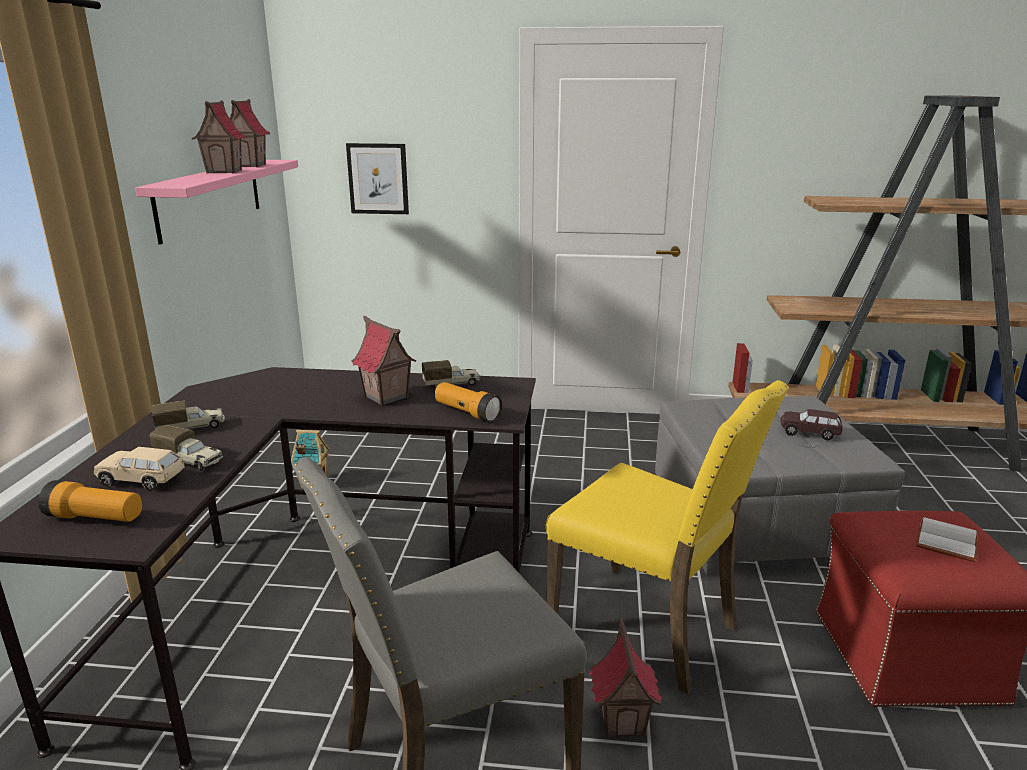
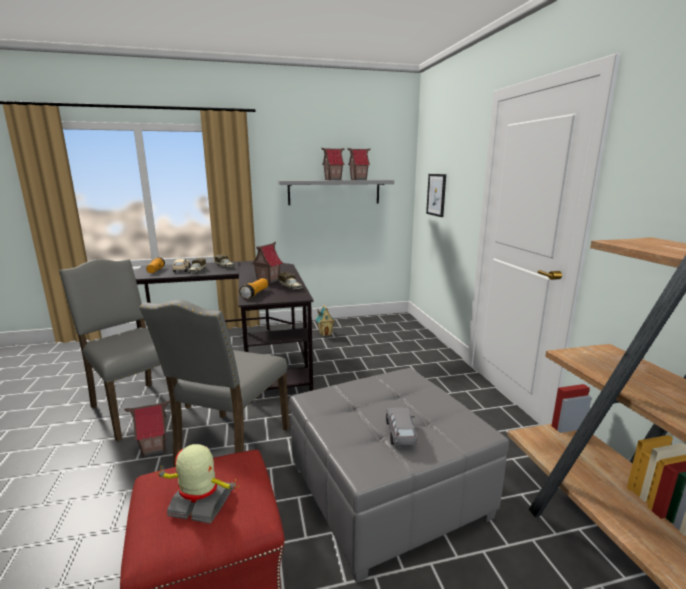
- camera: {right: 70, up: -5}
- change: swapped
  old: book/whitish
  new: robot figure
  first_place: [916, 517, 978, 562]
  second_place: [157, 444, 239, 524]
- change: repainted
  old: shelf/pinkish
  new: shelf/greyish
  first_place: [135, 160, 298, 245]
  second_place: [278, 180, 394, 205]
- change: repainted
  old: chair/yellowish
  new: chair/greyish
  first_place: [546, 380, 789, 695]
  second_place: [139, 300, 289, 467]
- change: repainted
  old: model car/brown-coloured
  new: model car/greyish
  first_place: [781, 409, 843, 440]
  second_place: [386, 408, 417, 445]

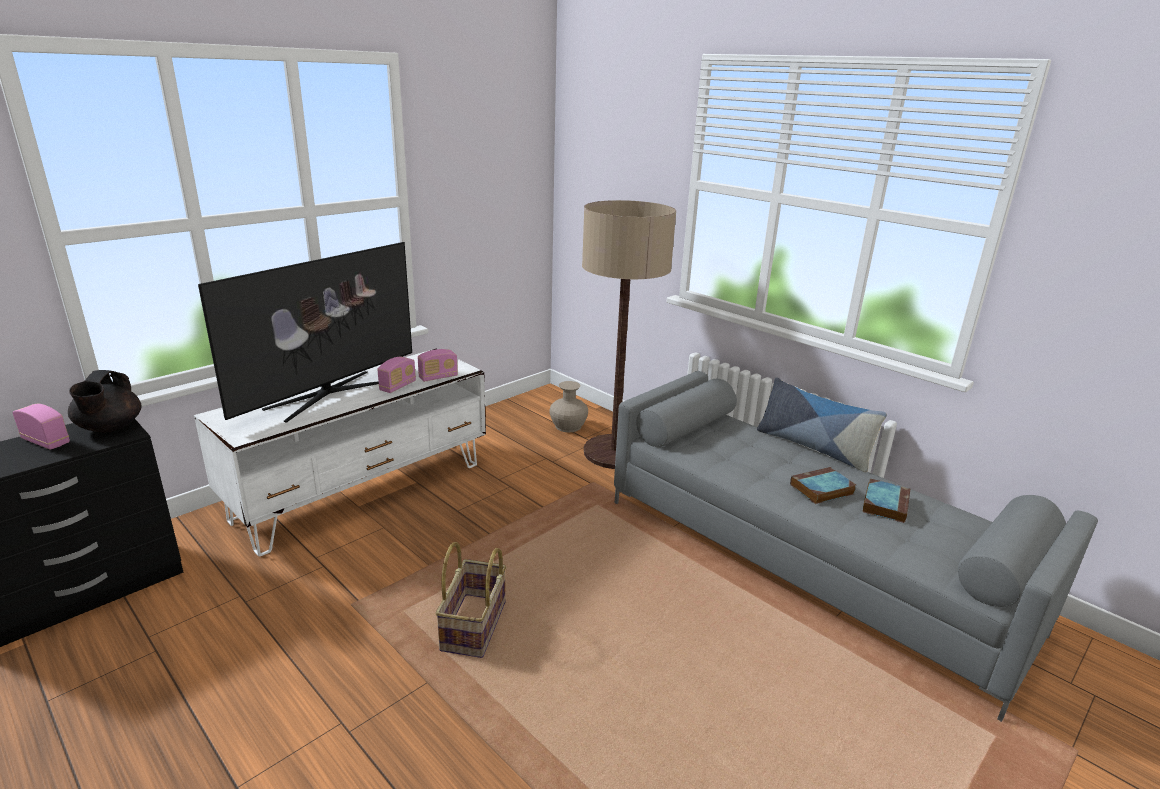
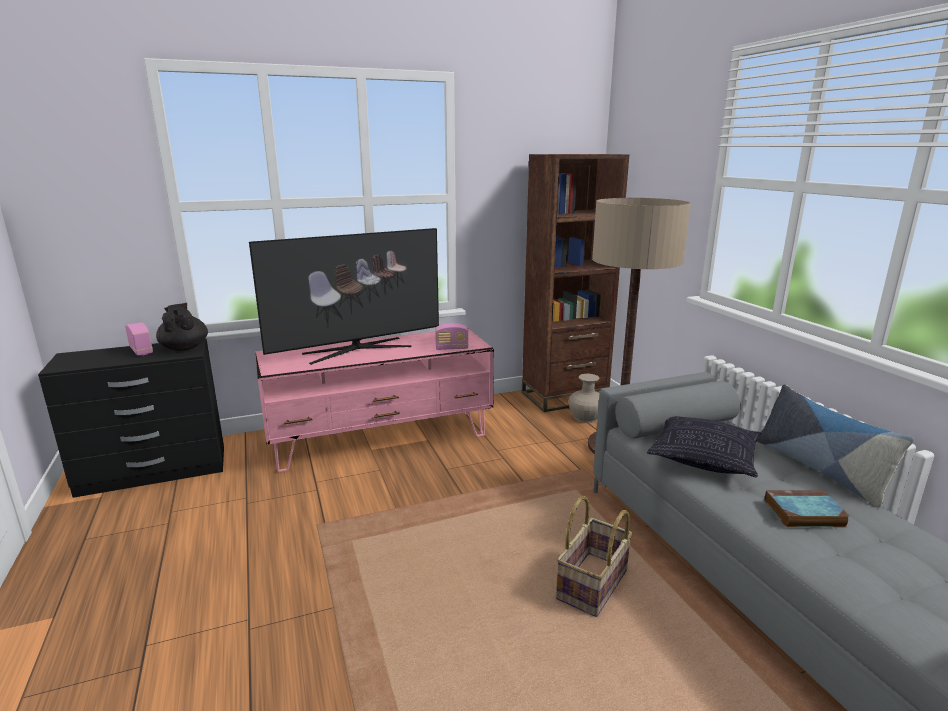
- camera: {right: 25, up: -5}
- change: gone
  old: radio receiver
  first_place: [377, 357, 416, 393]
- change: gone
  old: book
  first_place: [862, 479, 910, 523]
- change: new
  new: shelving unit/brown-coloured
  second_place: [522, 154, 629, 412]
- change: new
  new: cushion
  second_place: [647, 416, 761, 477]
- change: shifted
  old: storage basket
  first_place: [435, 542, 506, 658]
  second_place: [556, 496, 632, 617]
- change: repainted
  old: media console/whitish
  new: media console/pinkish
  first_place: [194, 349, 486, 557]
  second_place: [256, 328, 494, 472]
- change: rotated
  old: pot for tea/black
  first_place: [68, 370, 141, 432]
  second_place: [156, 303, 208, 351]
  degrees: 135

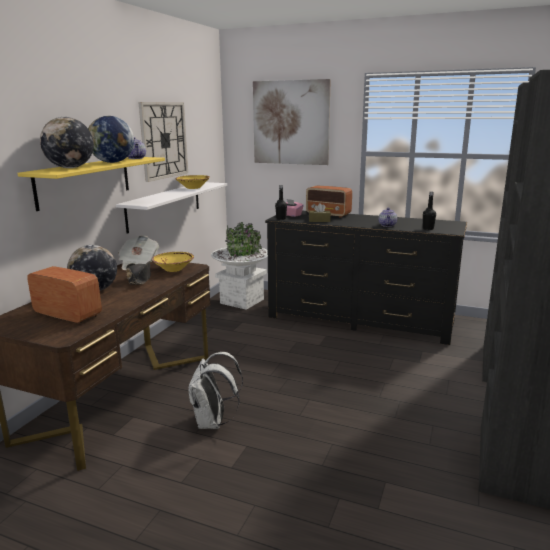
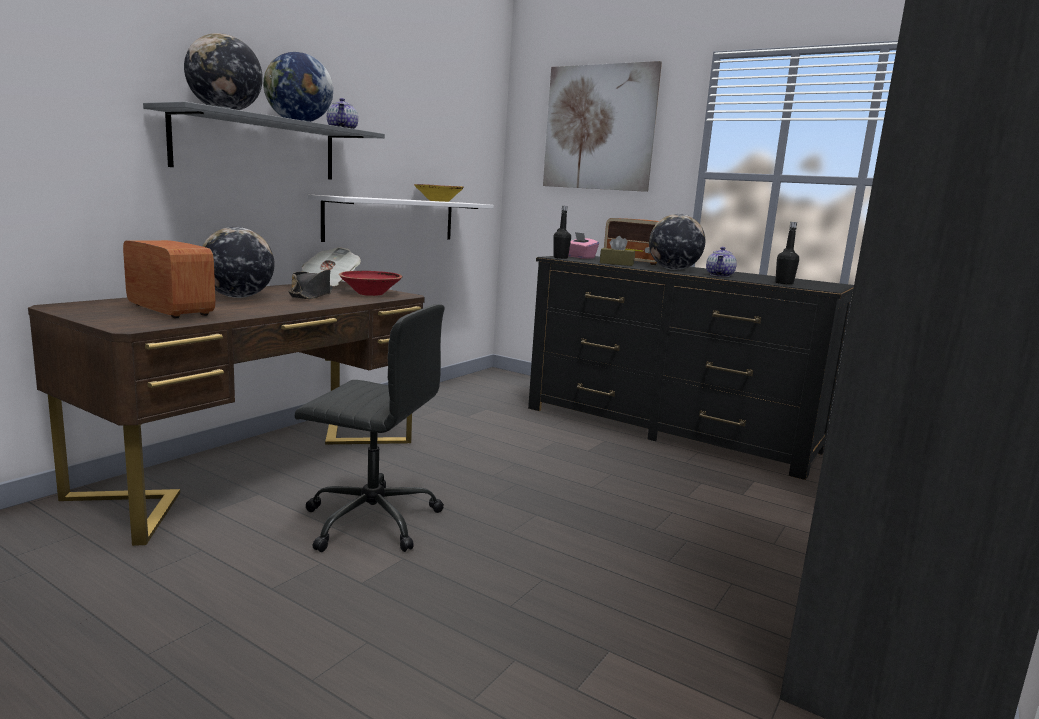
- camera: {right: 10, up: -5}
- change: gone
  old: clock on the wall
  first_place: [138, 102, 188, 182]
- change: gone
  old: planter/whitish
  first_place: [211, 222, 268, 310]
- change: new
  new: globe
  second_place: [649, 214, 705, 270]
- change: swapped
  old: knapsack/whitish
  new: computer chair/black
  first_place: [188, 352, 243, 429]
  second_place: [295, 304, 445, 552]
- change: repainted
  old: shelf/yellowish
  new: shelf/greyish
  first_place: [17, 157, 165, 211]
  second_place: [143, 102, 385, 180]
- change: repainted
  old: bowl/yellowish
  new: bowl/red-coloured
  first_place: [152, 252, 194, 272]
  second_place: [339, 271, 403, 296]

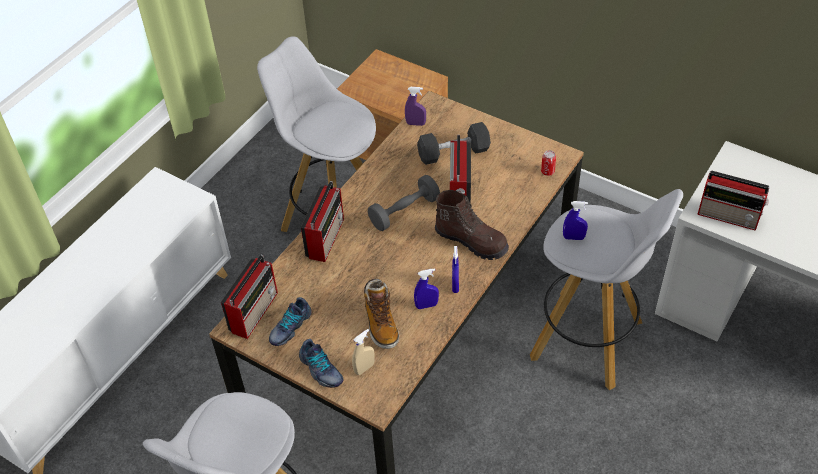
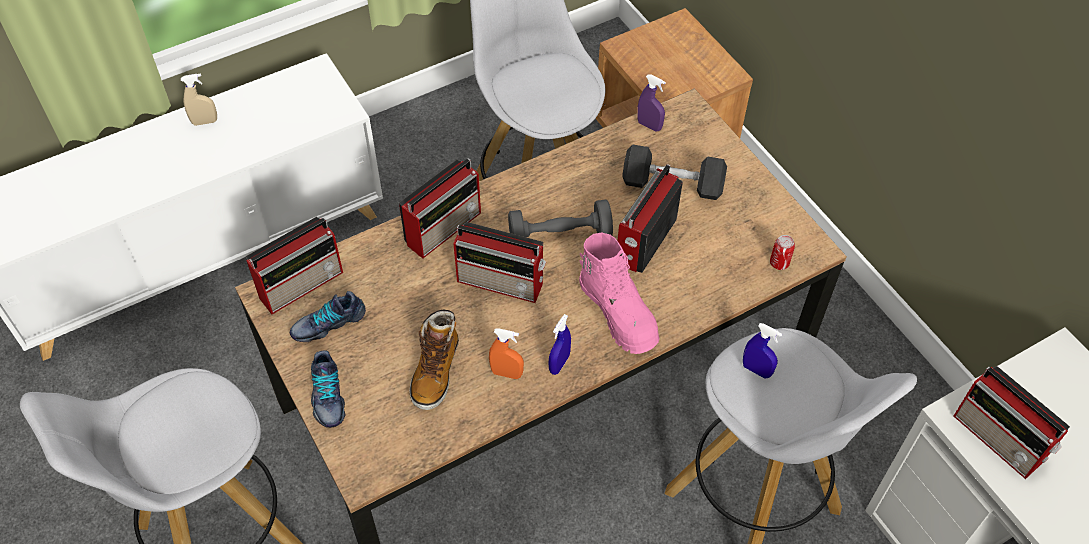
- camera: {right: 25, up: 5}
- change: new
  new: radio receiver
  second_place: [454, 222, 546, 303]
- change: shifted
  old: hand sprayer/beige-coloured
  first_place: [352, 329, 375, 375]
  second_place: [181, 74, 217, 126]
- change: repainted
  old: hand sprayer/blue
  new: hand sprayer/orange
  first_place: [414, 268, 439, 309]
  second_place: [489, 329, 524, 379]
- change: repainted
  old: high-top boot/brown-coloured
  new: high-top boot/pinkish
  first_place: [435, 190, 509, 260]
  second_place: [579, 233, 659, 354]

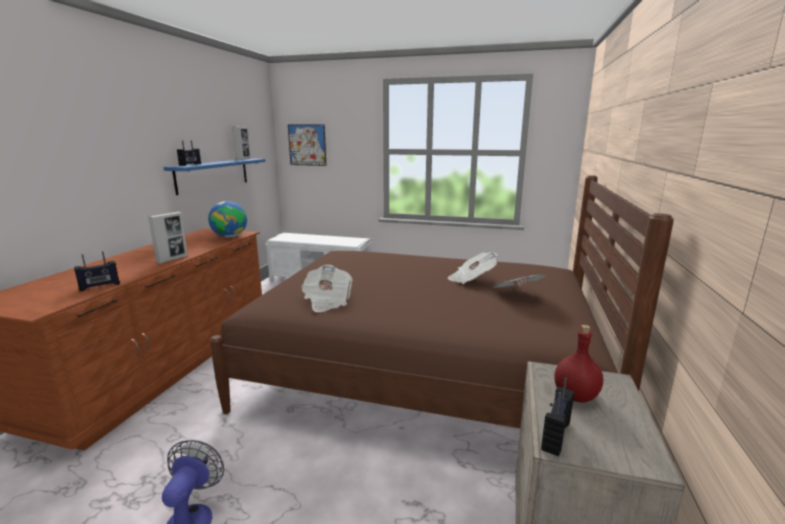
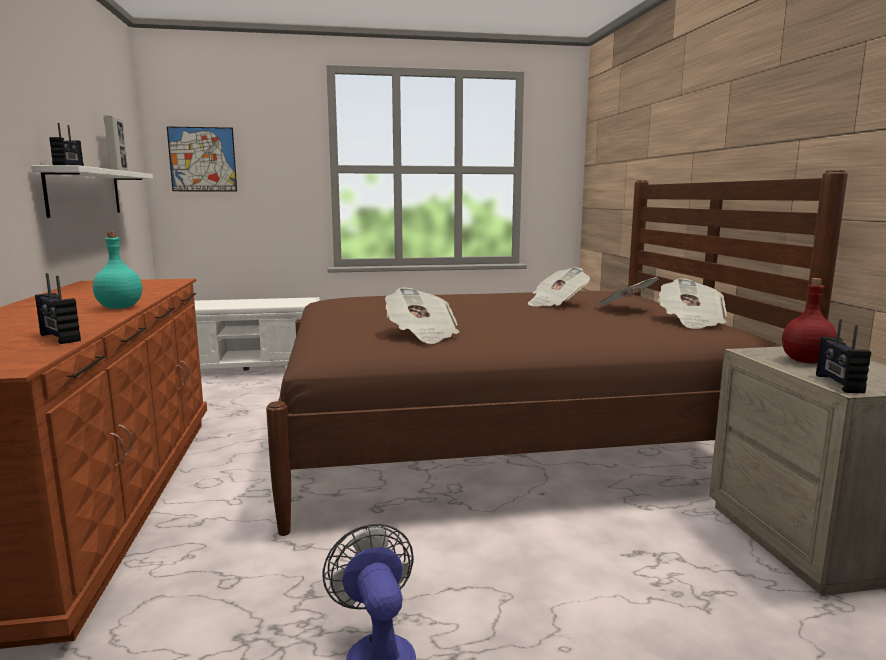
- camera: {right: -25, up: -5}
- change: gone
  old: globe
  first_place: [208, 201, 247, 237]
- change: new
  new: printed paper
  second_place: [658, 278, 727, 329]
- change: swapped
  old: picture frame
  new: drink bottle/blue-green
  first_place: [148, 212, 188, 264]
  second_place: [93, 232, 142, 309]
- change: repainted
  old: shelf/blue
  new: shelf/whitish
  first_place: [163, 159, 266, 195]
  second_place: [31, 165, 153, 218]
- change: rotated
  old: radio receiver
  first_place: [74, 251, 120, 291]
  second_place: [35, 273, 81, 344]
  degrees: 105

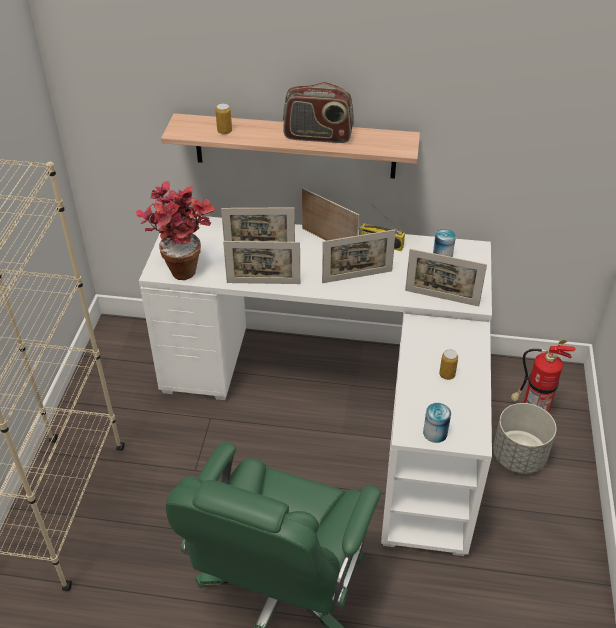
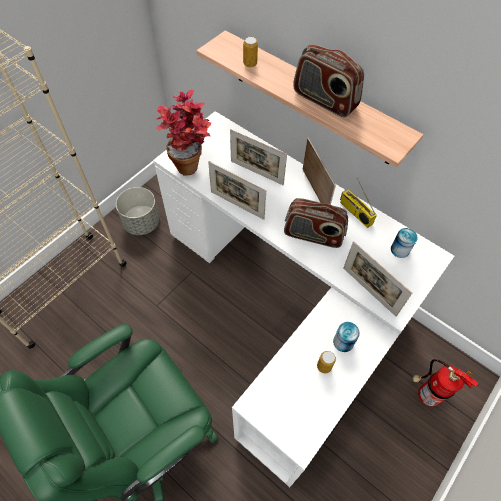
- camera: {right: 30, up: 15}
- change: shifted
  old: metal can
  first_place: [423, 403, 451, 443]
  second_place: [333, 322, 360, 352]
- change: shifted
  old: planter/greyish
  first_place: [493, 403, 557, 474]
  second_place: [116, 187, 160, 235]
- change: swapped
  old: picture frame
  new: radio receiver
  first_place: [322, 230, 396, 283]
  second_place: [284, 198, 348, 248]

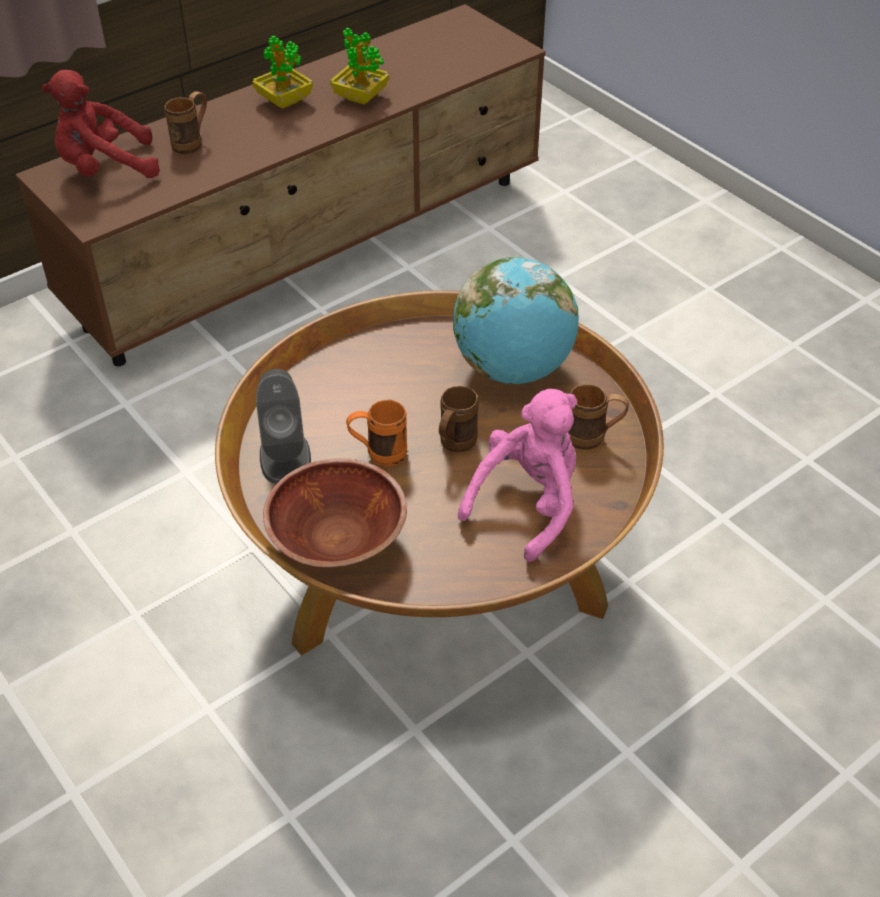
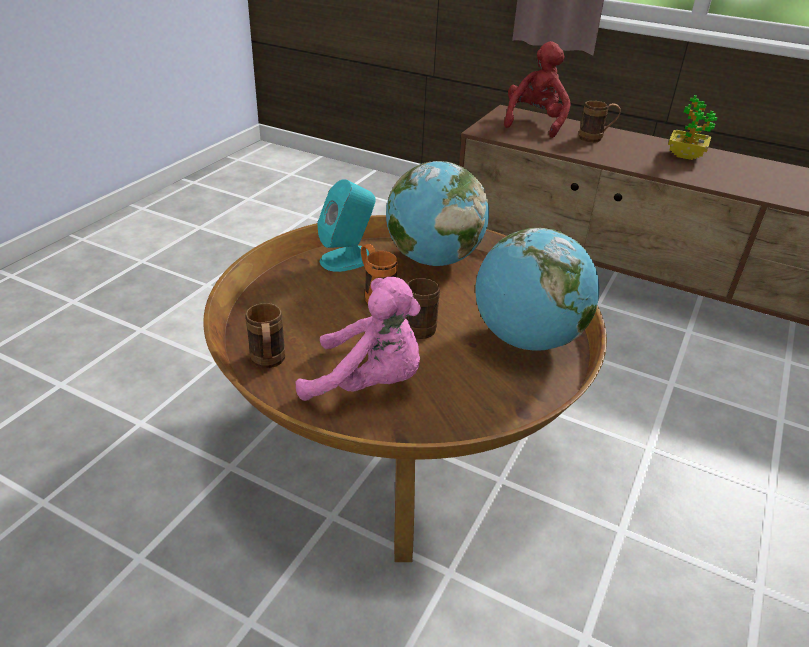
- camera: {right: 65, up: -10}
- change: gone
  old: bowl/brown-coloured
  first_place: [263, 458, 407, 568]
- change: gone
  old: houseplant
  first_place: [330, 28, 389, 104]
- change: new
  new: globe
  second_place: [386, 161, 489, 266]
- change: shifted
  old: tea mug/brown-coloured
  first_place: [568, 384, 629, 450]
  second_place: [245, 303, 286, 368]
- change: repainted
  old: loudspeaker/greyish
  new: loudspeaker/blue-green
  first_place: [256, 369, 311, 484]
  second_place: [317, 179, 376, 272]
- change: rotated
  old: cuddly toy/red-coloured
  first_place: [42, 70, 160, 178]
  second_place: [504, 41, 571, 138]
  degrees: 60

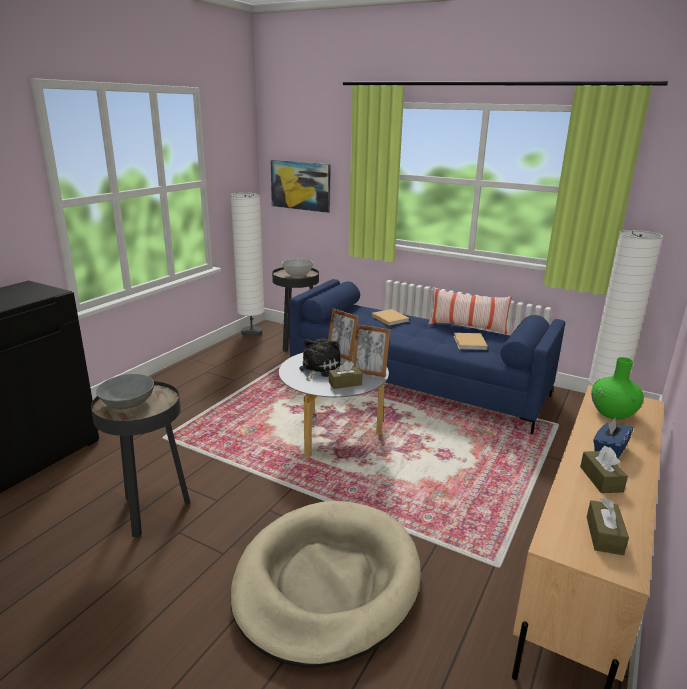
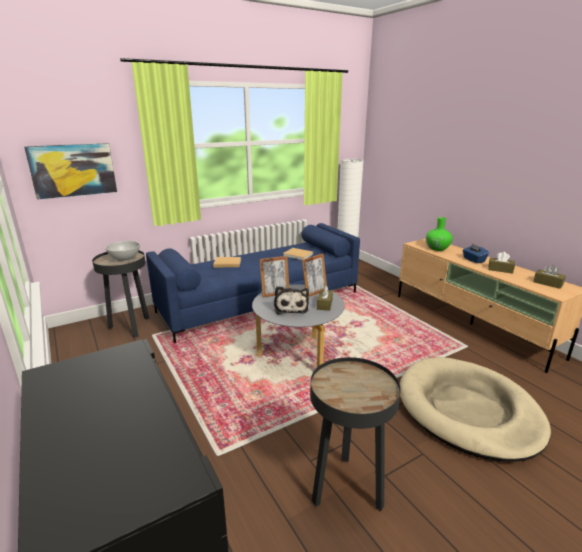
- camera: {right: -60, up: 0}
- change: gone
  old: bowl/greyish
  first_place: [96, 374, 154, 409]
- change: gone
  old: floor lamp/whitish
  first_place: [230, 193, 264, 337]
- change: gone
  old: cushion
  first_place: [428, 287, 512, 334]
- change: rotated
  old: cuddly toy
  first_place: [299, 338, 341, 381]
  second_place: [274, 286, 309, 315]
  degrees: -150

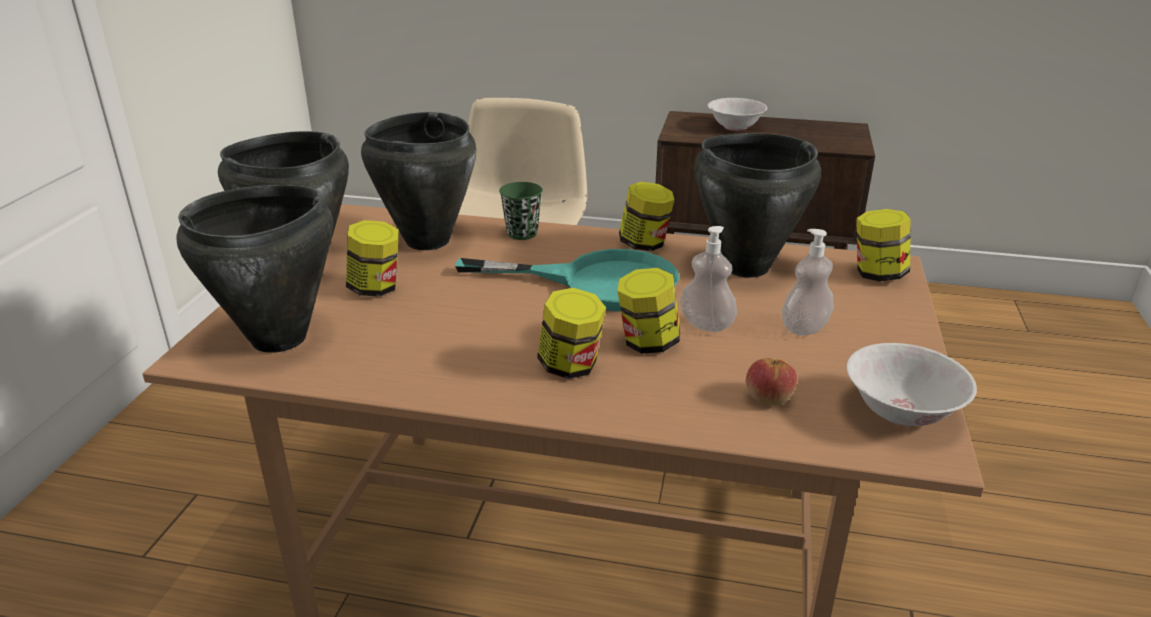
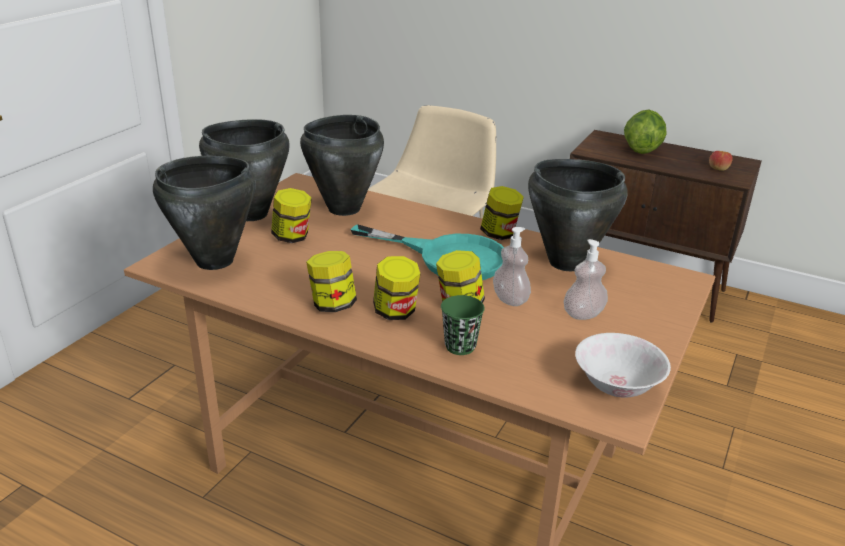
- camera: {right: 15, up: 0}
- change: shifted
  old: small cup/greenish
  first_place: [499, 182, 543, 240]
  second_place: [441, 295, 485, 355]
- change: shifted
  old: apple fruit
  first_place: [746, 358, 797, 405]
  second_place: [709, 151, 733, 171]
- change: shifted
  old: jar
  first_place: [856, 209, 911, 281]
  second_place: [306, 251, 357, 312]
- change: swapped
  old: bowl/whitish
  new: lettuce
  first_place: [708, 98, 767, 131]
  second_place: [624, 110, 667, 154]

